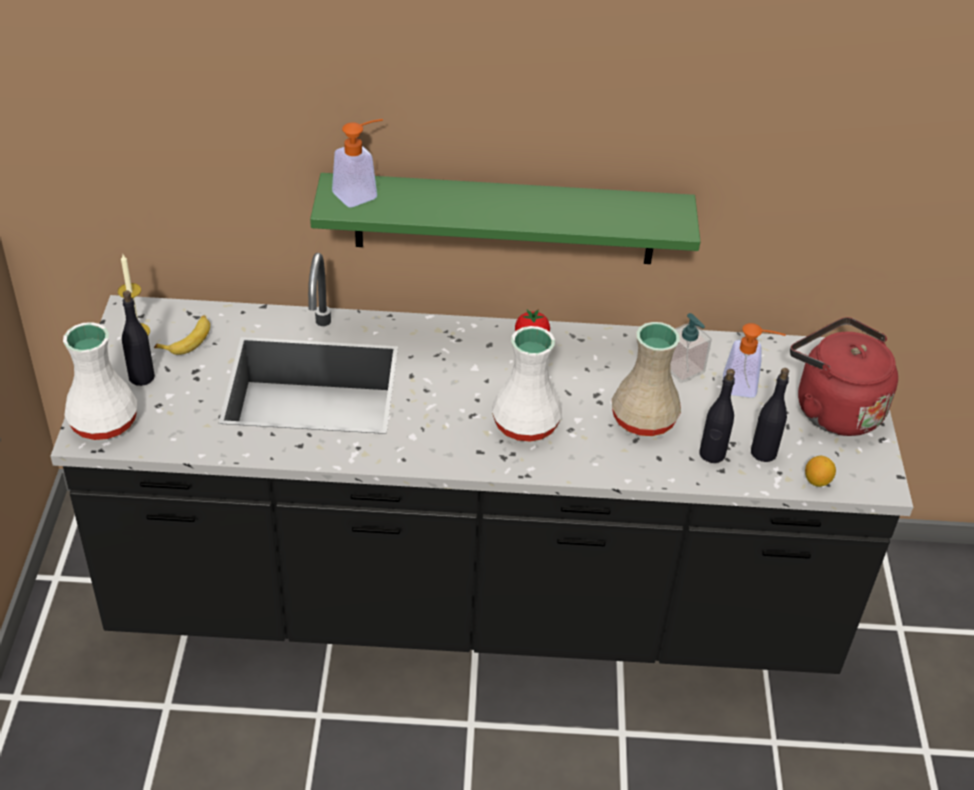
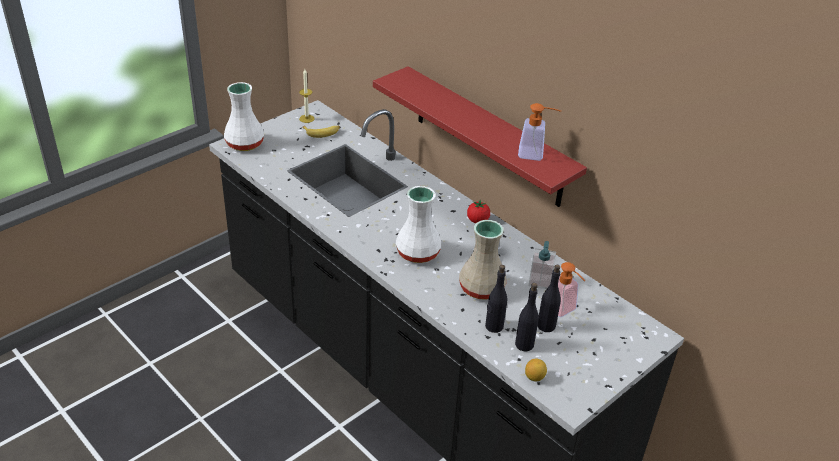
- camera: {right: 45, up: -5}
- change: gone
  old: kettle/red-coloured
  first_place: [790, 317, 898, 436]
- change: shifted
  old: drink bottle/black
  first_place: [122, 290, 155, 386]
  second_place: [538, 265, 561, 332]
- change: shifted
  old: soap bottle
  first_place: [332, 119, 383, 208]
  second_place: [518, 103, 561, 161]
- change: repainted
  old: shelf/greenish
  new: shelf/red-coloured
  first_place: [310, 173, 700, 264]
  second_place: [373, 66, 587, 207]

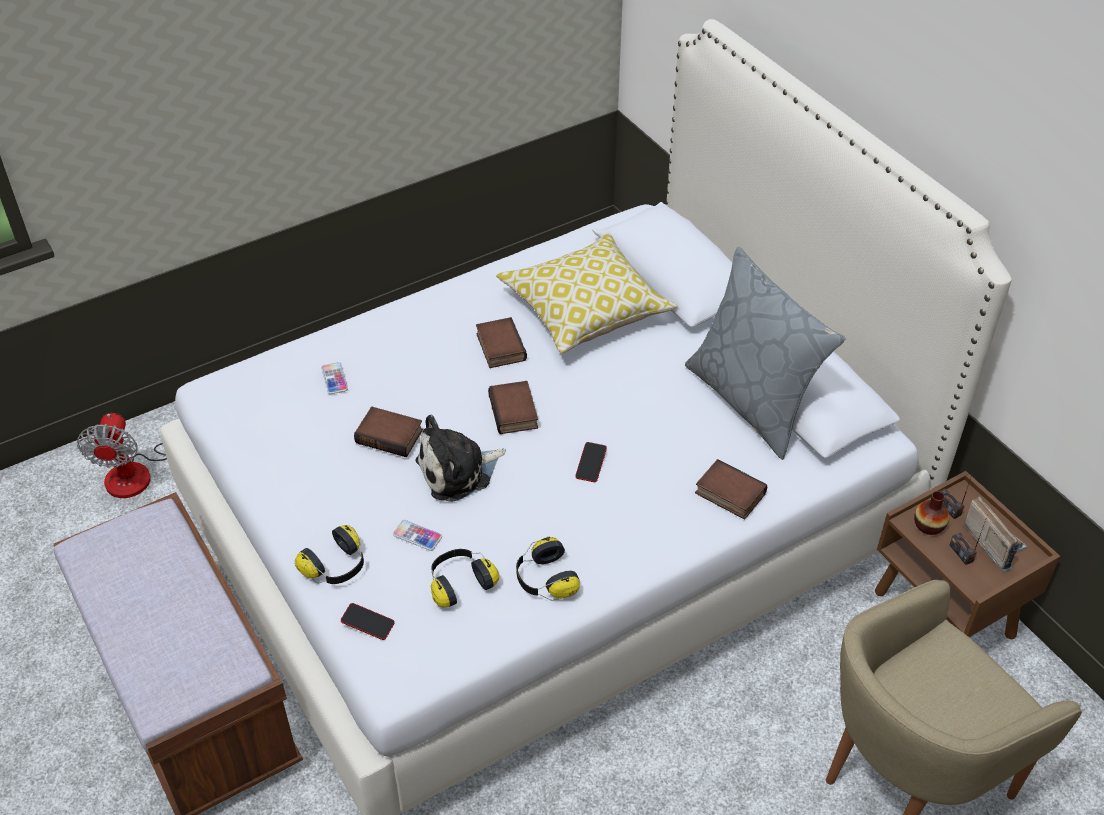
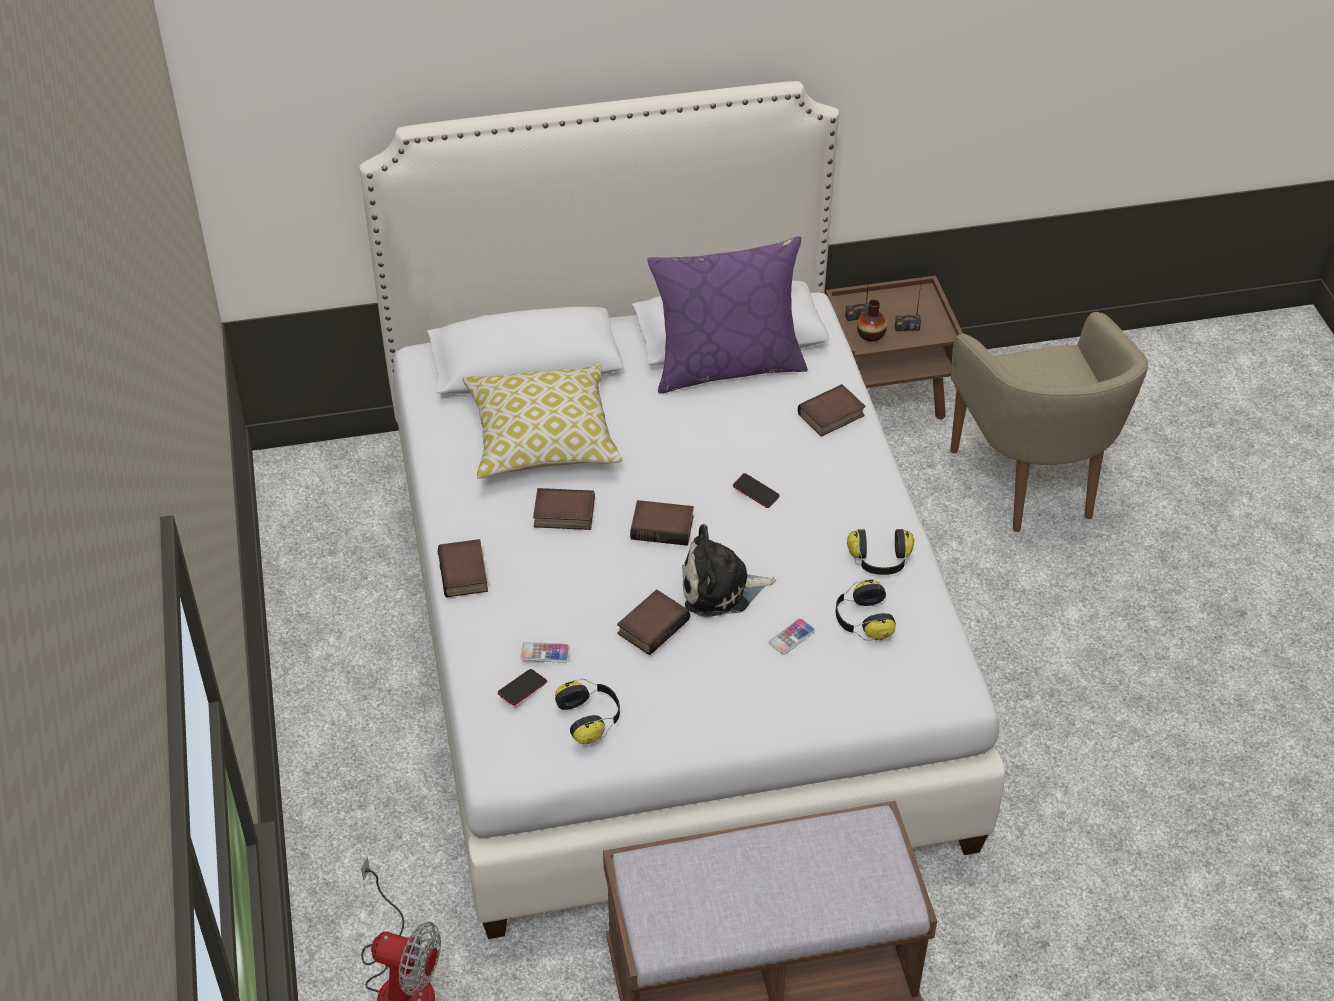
- camera: {right: -70, up: 0}
- change: gone
  old: radio receiver
  first_place: [964, 496, 1027, 571]
- change: new
  new: book
  second_place: [438, 539, 488, 597]
- change: shifted
  old: headset
  first_place: [295, 525, 364, 584]
  second_place: [555, 679, 620, 744]
- change: shifted
  old: telephone
  first_place: [341, 603, 395, 640]
  second_place: [498, 669, 547, 705]
- change: repainted
  old: cushion/greyish
  new: cushion/purple-coloured
  first_place: [685, 247, 845, 459]
  second_place: [647, 236, 808, 394]
- change: rotated
  old: cuddly toy
  first_place: [416, 415, 506, 502]
  second_place: [682, 524, 776, 617]
  degrees: 90

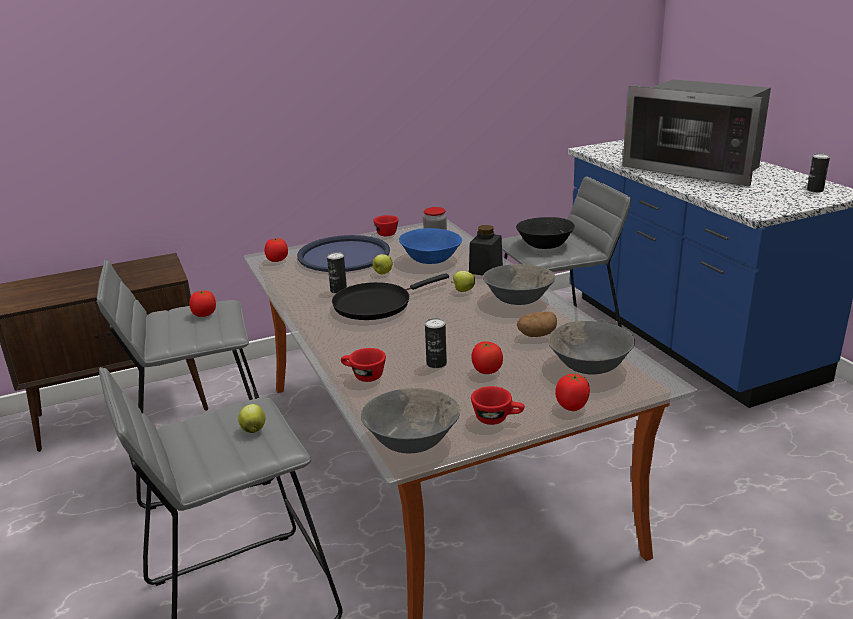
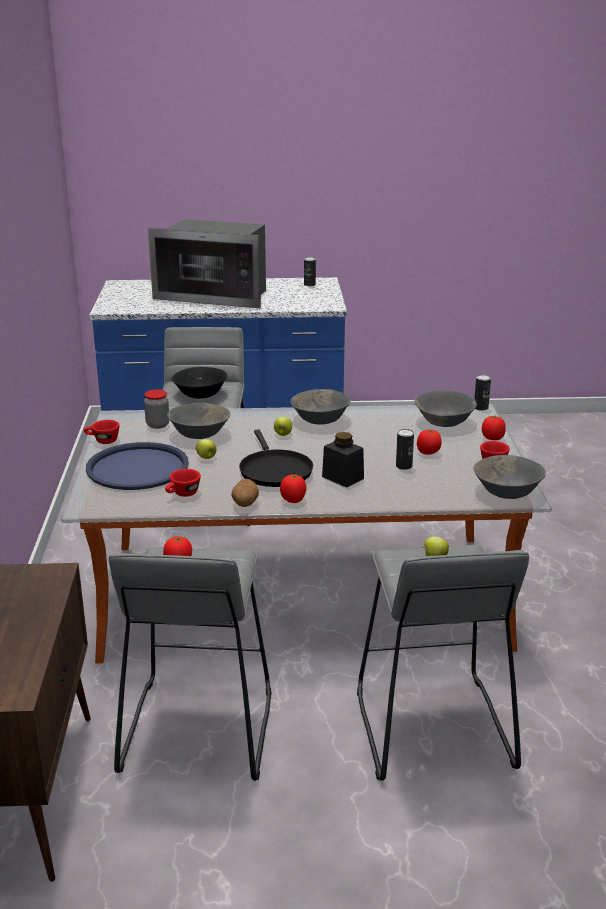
- camera: {right: -70, up: 0}
- change: shifted
  old: whole tomato
  first_place: [264, 238, 288, 262]
  second_place: [280, 475, 306, 503]
- change: shifted
  old: metal can
  first_place: [327, 252, 347, 294]
  second_place: [474, 374, 491, 411]
- change: shifted
  old: small cup/red-coloured
  first_place: [341, 348, 386, 382]
  second_place: [165, 469, 201, 497]
- change: shifted
  old: jar/black
  first_place: [469, 225, 503, 275]
  second_place: [322, 432, 364, 488]
- change: shifted
  old: whole potato
  first_place: [517, 312, 557, 337]
  second_place: [231, 479, 259, 507]
- change: repainted
  old: bowl/blue
  new: bowl/greyish
  first_place: [399, 228, 462, 264]
  second_place: [167, 403, 231, 439]
- change: rotated
  old: microwave oven
  first_place: [622, 79, 771, 187]
  second_place: [148, 219, 266, 308]
  degrees: 45

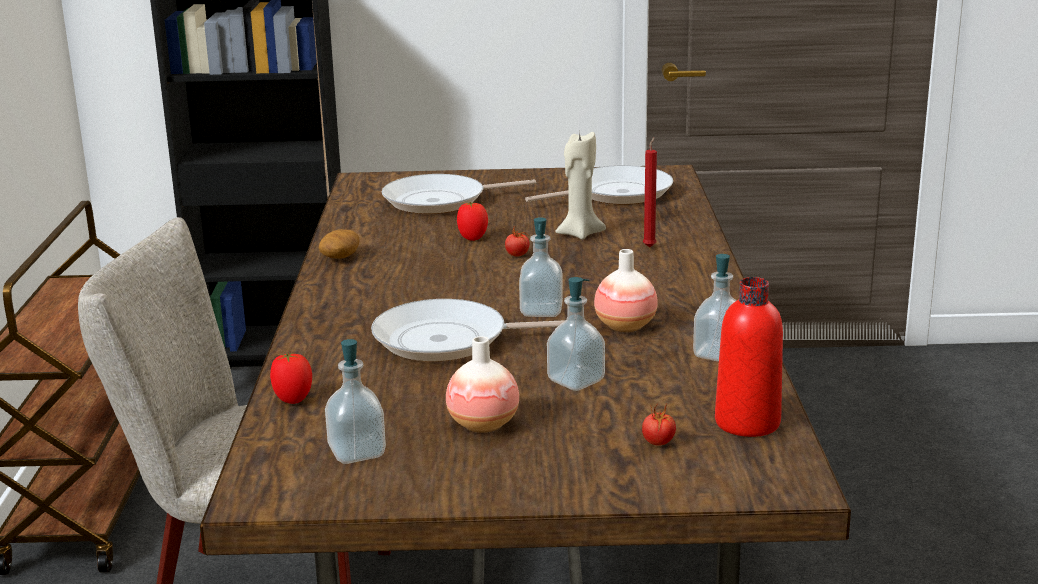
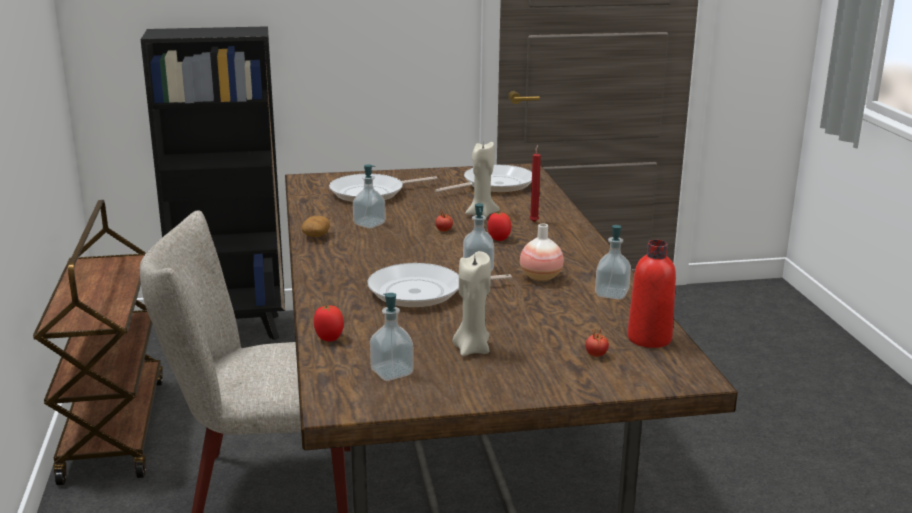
- camera: {right: -10, up: 0}
- change: shifted
  old: whole tomato
  first_place: [457, 202, 488, 241]
  second_place: [488, 212, 511, 241]
- change: shifted
  old: soap bottle
  first_place: [547, 277, 605, 391]
  second_place: [353, 164, 386, 228]
- change: swapped
  old: vase
  new: wax candle/beige-coloured
  first_place: [446, 336, 519, 433]
  second_place: [452, 251, 491, 356]

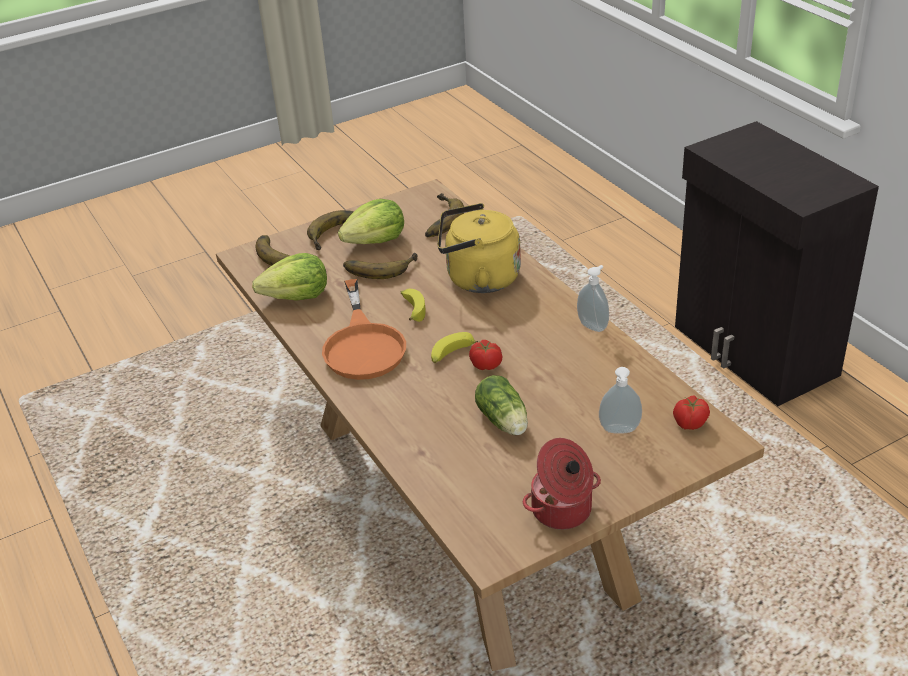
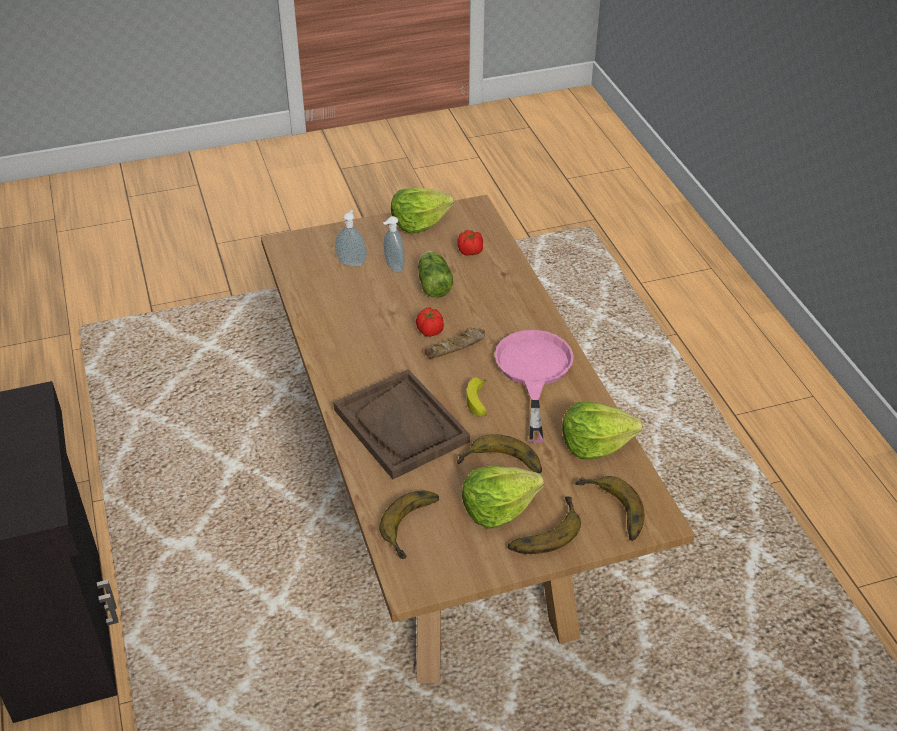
- camera: {right: -170, up: 5}
- change: shifted
  old: soap bottle
  first_place: [577, 265, 609, 332]
  second_place: [383, 216, 404, 272]
- change: shifted
  old: whole tomato
  first_place: [673, 395, 710, 430]
  second_place: [457, 230, 483, 256]
- change: swapped
  old: whole banana
  new: bread
  first_place: [431, 332, 478, 363]
  second_place: [424, 328, 485, 358]
- change: swapped
  old: kettle/yellowish
  new: carrying tray/brown-coloured
  first_place: [438, 203, 521, 293]
  second_place: [333, 369, 470, 479]
- change: swapped
  old: stockpot
  new: lettuce
  first_place: [523, 438, 601, 530]
  second_place: [391, 188, 454, 234]
- change: repainted
  old: frying pan/orange
  new: frying pan/pinkish
  first_place: [322, 279, 406, 380]
  second_place: [495, 330, 574, 443]

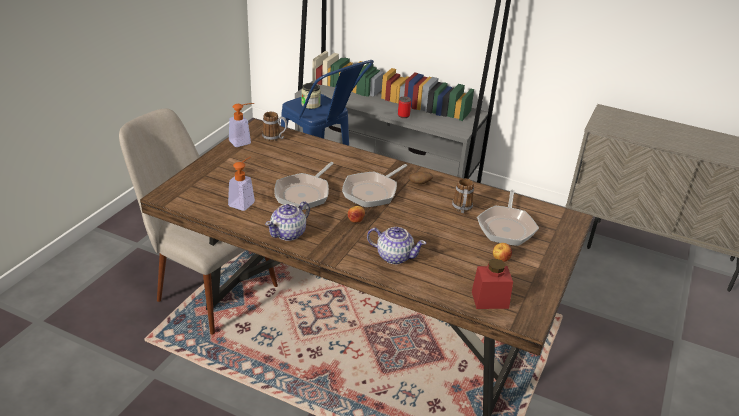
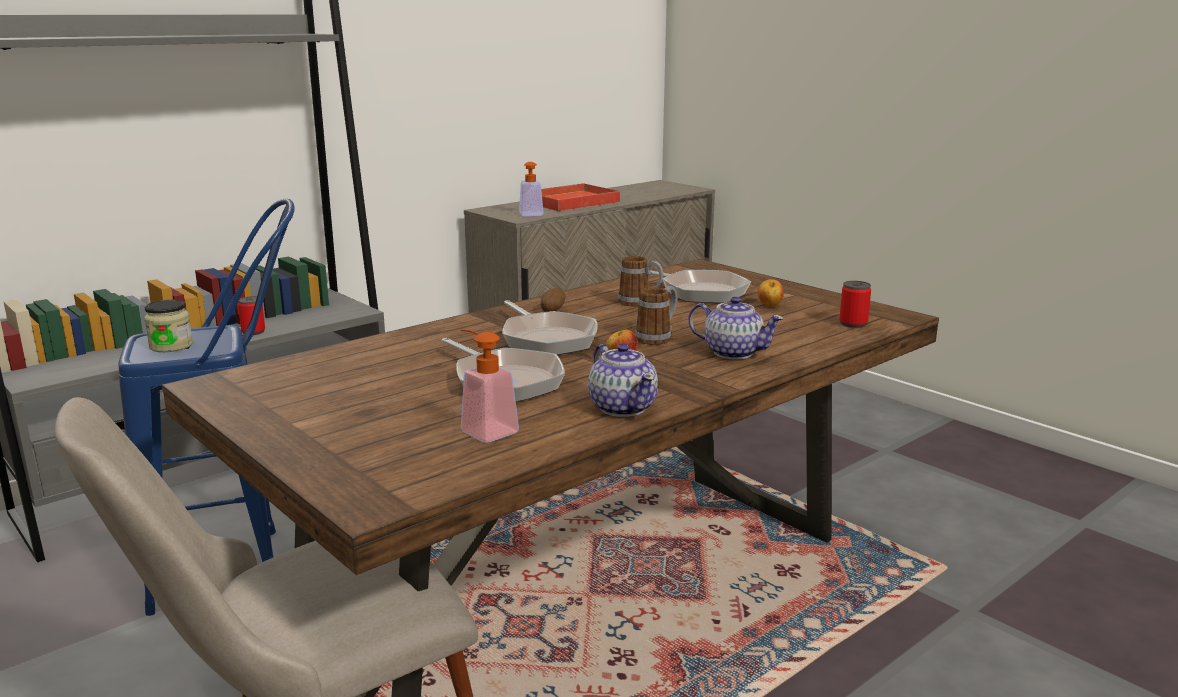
- camera: {right: -65, up: -15}
- change: new
  new: carrying tray/red-coloured
  second_place: [541, 183, 620, 211]
- change: shifted
  old: soap bottle
  first_place: [229, 103, 254, 147]
  second_place: [519, 162, 544, 217]
- change: shifted
  old: tea mug
  first_place: [262, 111, 287, 142]
  second_place: [635, 286, 677, 345]
- change: swapped
  old: jar/red-coloured
  new: metal can
  first_place: [472, 259, 513, 309]
  second_place: [839, 281, 871, 328]
- change: rotated
  old: pot for tea
  first_place: [367, 227, 426, 264]
  second_place: [688, 297, 784, 360]
  degrees: 75

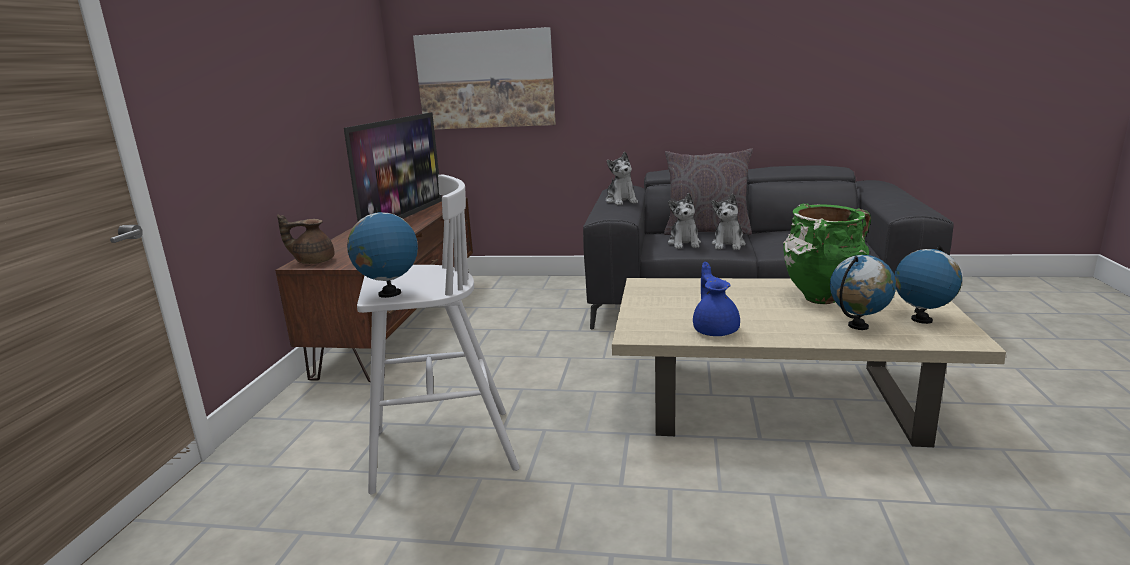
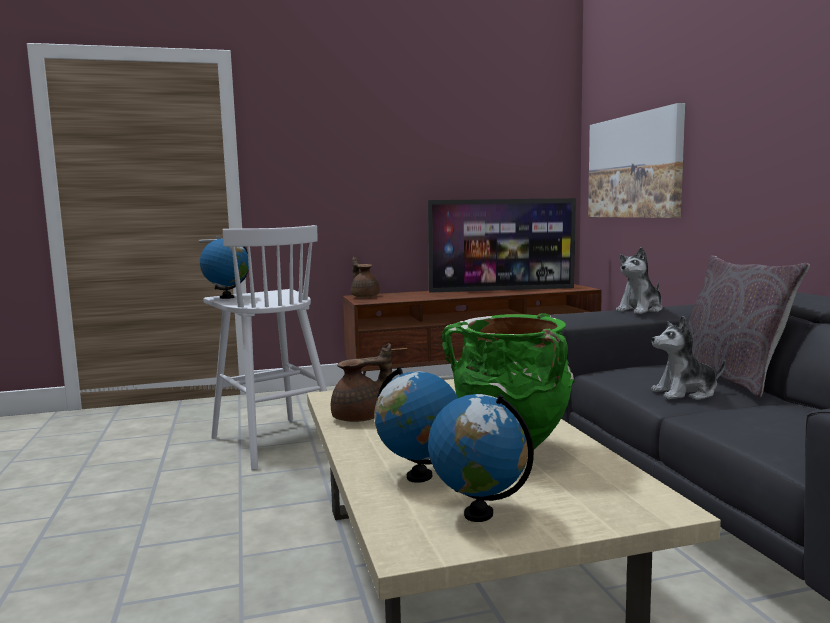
- camera: {right: 65, up: -10}
- change: gone
  old: cuddly toy
  first_place: [668, 193, 701, 249]
- change: repainted
  old: pot for tea/blue
  new: pot for tea/brown-coloured
  first_place: [693, 262, 740, 336]
  second_place: [331, 343, 392, 422]

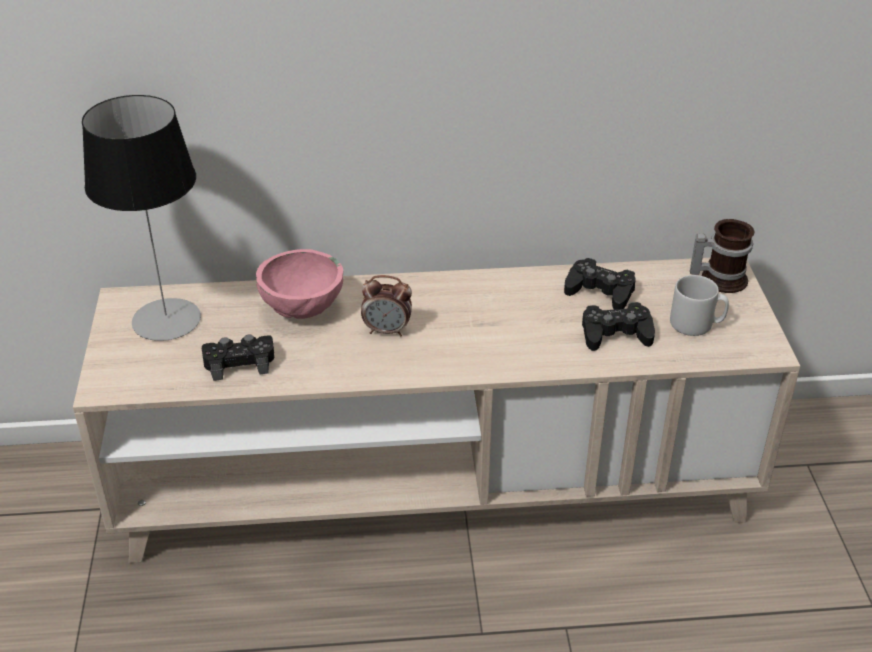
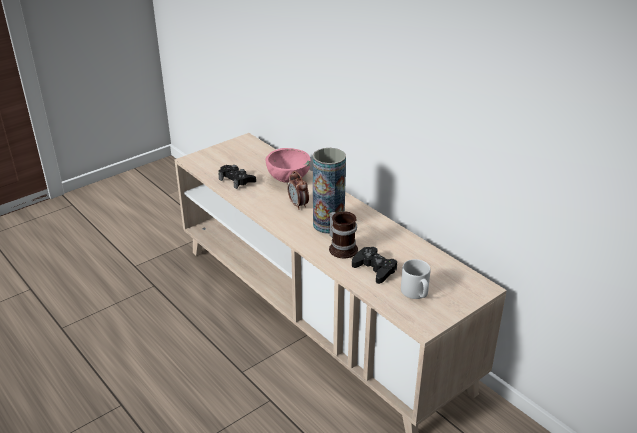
- camera: {right: 55, up: -5}
- change: gone
  old: tabletop lamp
  first_place: [82, 95, 201, 341]
- change: gone
  old: gamepad/black
  first_place: [564, 258, 636, 310]
- change: new
  new: vase
  second_place: [313, 148, 346, 234]
- change: shifted
  old: tea mug
  first_place: [690, 219, 754, 293]
  second_place: [329, 211, 358, 259]

